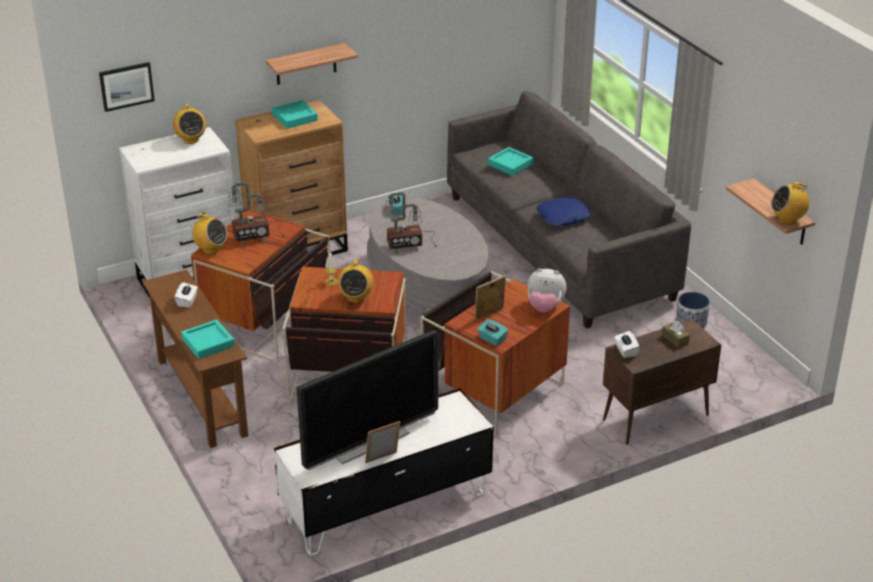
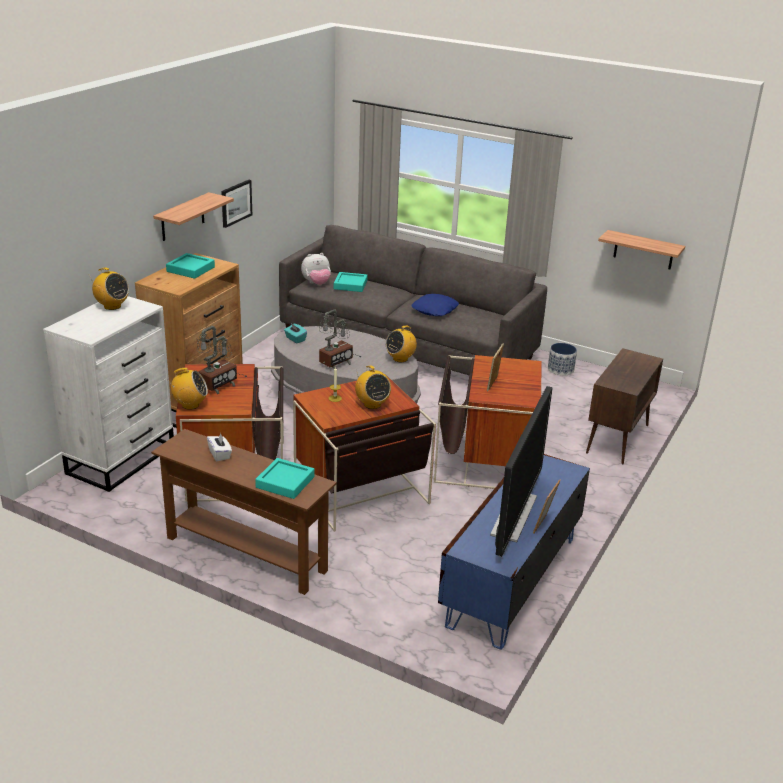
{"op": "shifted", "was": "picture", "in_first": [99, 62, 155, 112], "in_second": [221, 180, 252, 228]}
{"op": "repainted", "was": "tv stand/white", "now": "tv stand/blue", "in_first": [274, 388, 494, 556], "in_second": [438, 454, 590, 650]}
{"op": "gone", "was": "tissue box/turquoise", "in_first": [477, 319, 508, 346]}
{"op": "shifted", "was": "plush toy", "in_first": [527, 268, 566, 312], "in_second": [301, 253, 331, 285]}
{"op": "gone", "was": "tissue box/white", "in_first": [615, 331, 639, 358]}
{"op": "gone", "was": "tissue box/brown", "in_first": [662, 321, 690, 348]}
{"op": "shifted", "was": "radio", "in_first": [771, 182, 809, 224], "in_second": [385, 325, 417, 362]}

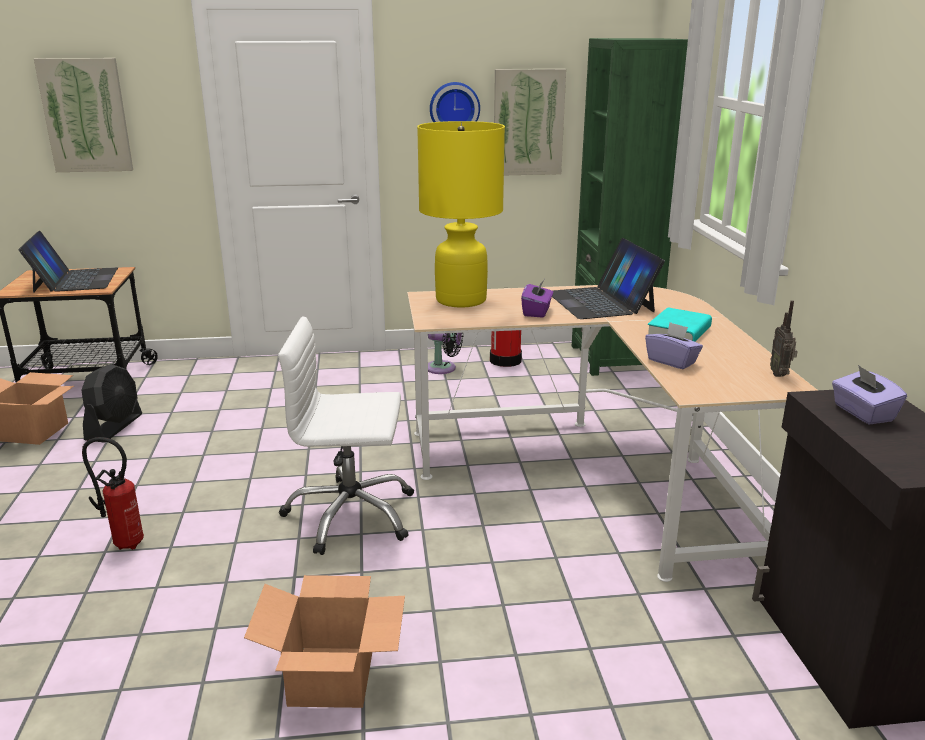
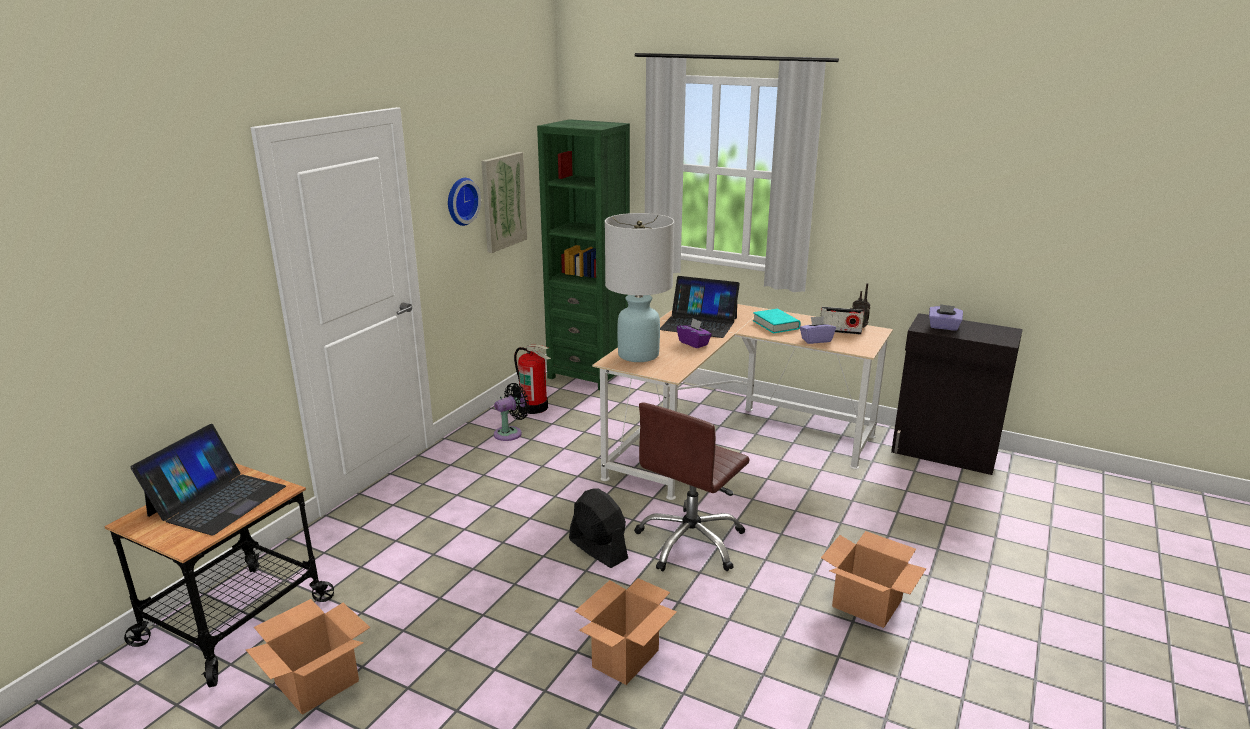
{"op": "rotated", "was": "laptop", "in_first": [18, 231, 118, 293], "in_second": [130, 424, 286, 536], "clockwise": 90}
{"op": "gone", "was": "picture", "in_first": [34, 58, 133, 172]}
{"op": "shifted", "was": "fan/black", "in_first": [81, 364, 142, 443], "in_second": [569, 489, 628, 568]}
{"op": "swapped", "was": "fire extinguisher", "now": "cardboard box", "in_first": [82, 437, 144, 550], "in_second": [575, 578, 677, 685]}
{"op": "repainted", "was": "office chair/white", "now": "office chair/brown", "in_first": [278, 317, 414, 555], "in_second": [635, 402, 750, 571]}
{"op": "repainted", "was": "table lamp/yellow", "now": "table lamp/white", "in_first": [417, 121, 505, 307], "in_second": [605, 213, 674, 362]}
{"op": "new", "now": "radio", "in_second": [820, 307, 864, 335]}

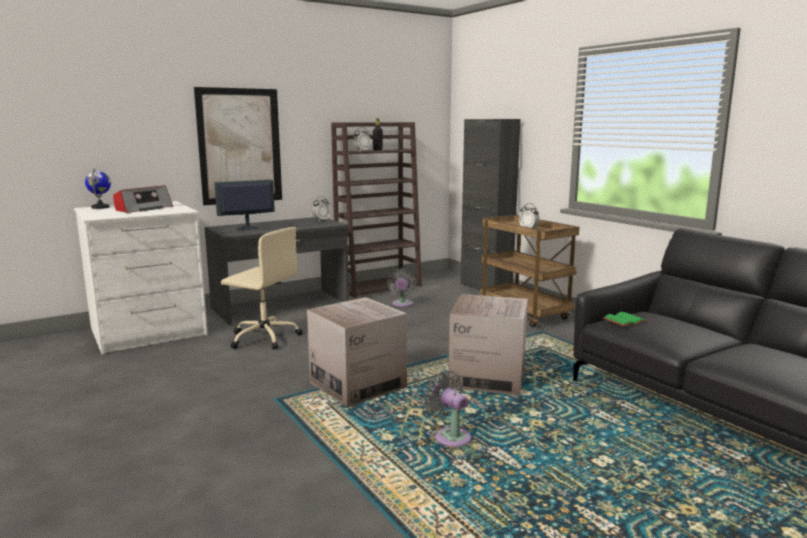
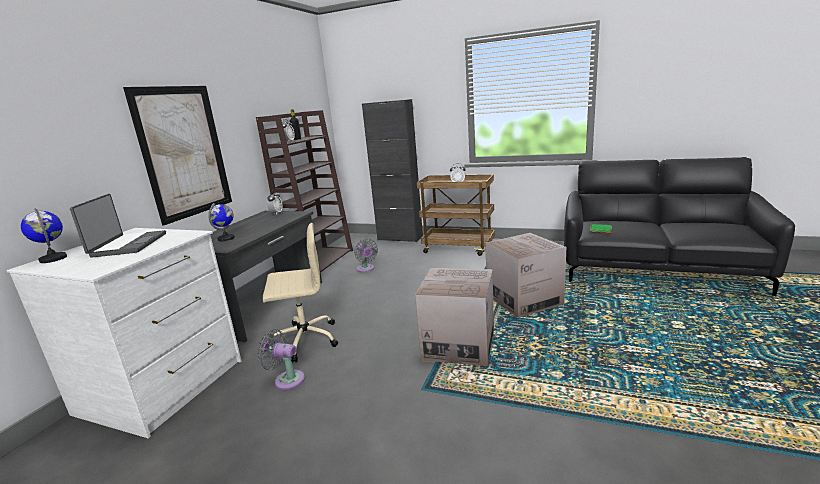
{"op": "swapped", "was": "radio", "now": "laptop", "in_first": [113, 185, 173, 213], "in_second": [70, 194, 166, 258]}
{"op": "swapped", "was": "monitor", "now": "globe", "in_first": [214, 180, 275, 230], "in_second": [208, 203, 235, 241]}
{"op": "shifted", "was": "fan/grey", "in_first": [423, 371, 471, 447], "in_second": [257, 329, 305, 390]}

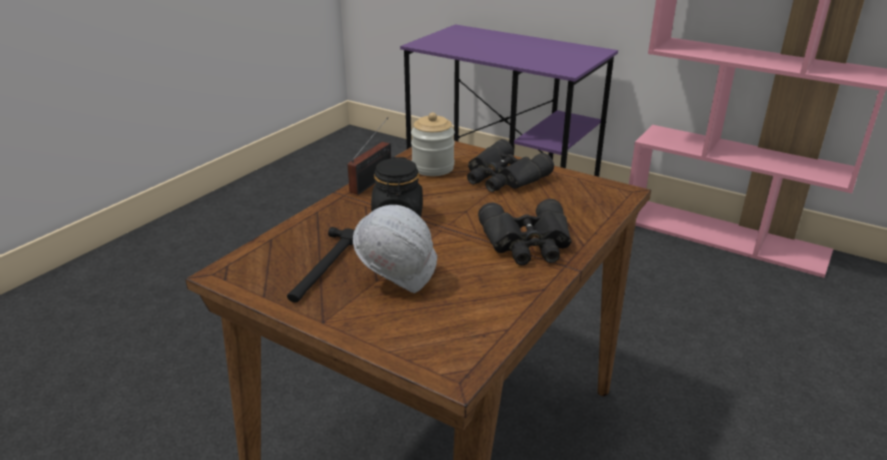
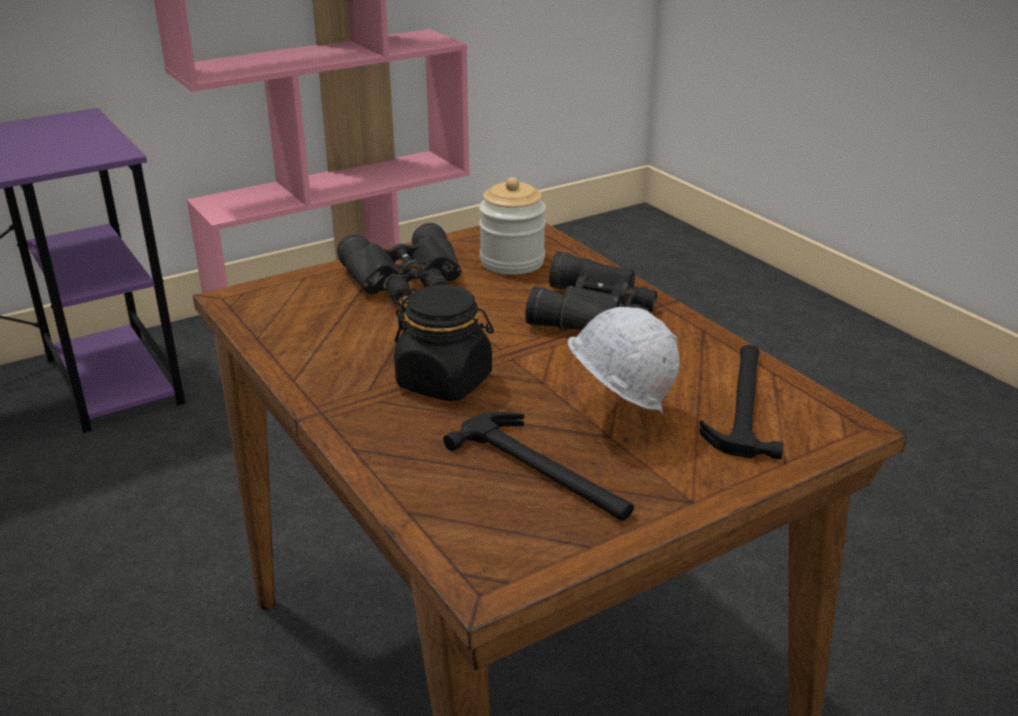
{"op": "gone", "was": "radio", "in_first": [348, 117, 391, 195]}
{"op": "shifted", "was": "jar", "in_first": [411, 113, 455, 176], "in_second": [479, 177, 546, 275]}
{"op": "new", "now": "hammer", "in_second": [699, 345, 783, 459]}

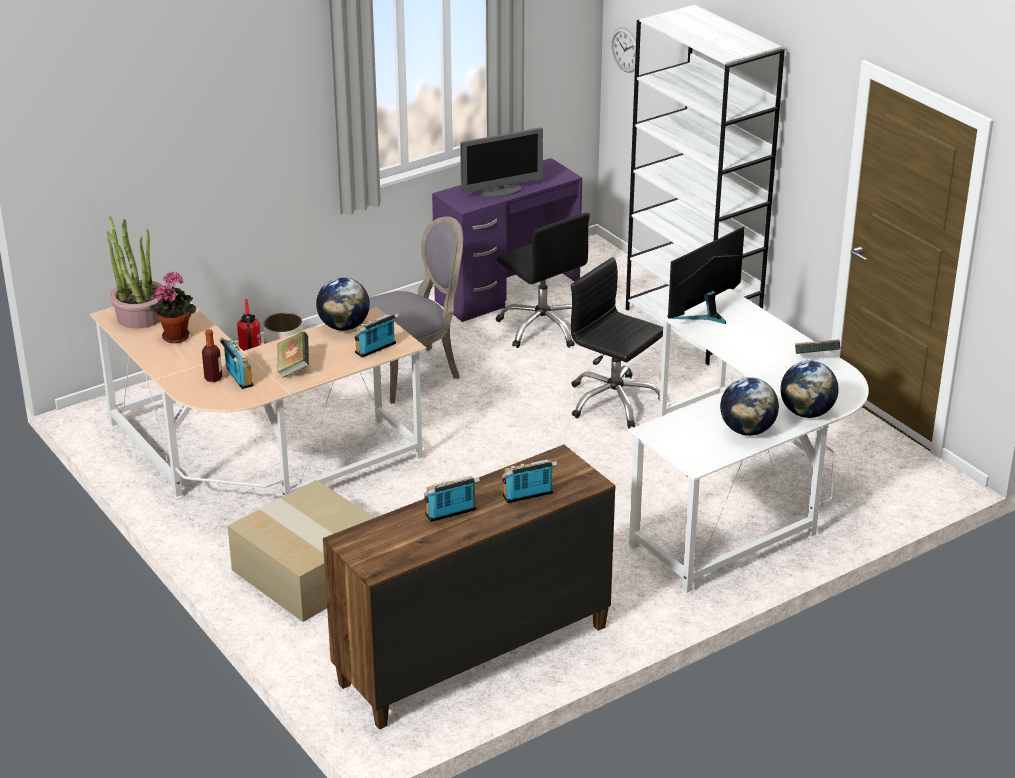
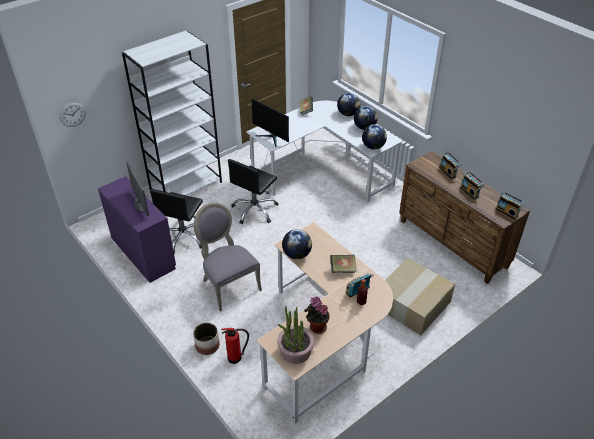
{"op": "shifted", "was": "radio", "in_first": [355, 313, 399, 358], "in_second": [496, 191, 525, 220]}
{"op": "rotated", "was": "office chair/black", "in_first": [496, 213, 590, 348], "in_second": [150, 189, 203, 253], "clockwise": 150}
{"op": "new", "now": "globe", "in_second": [362, 125, 387, 149]}

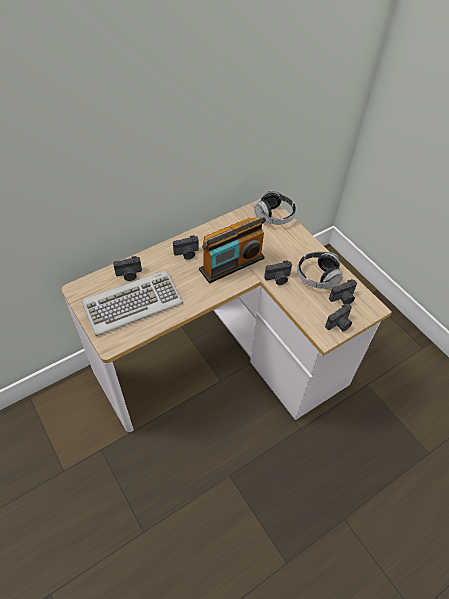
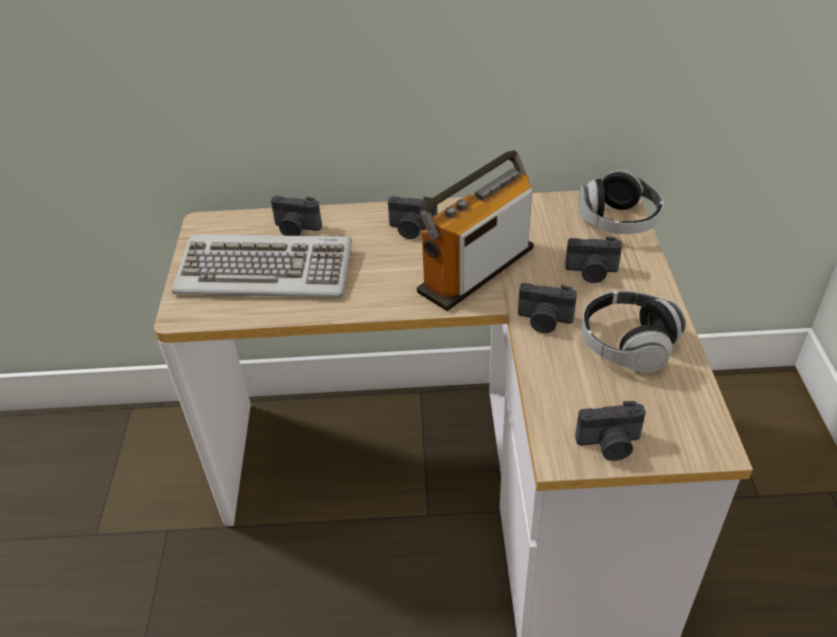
{"op": "rotated", "was": "radio", "in_first": [199, 217, 266, 283], "in_second": [417, 151, 534, 311], "clockwise": 135}
{"op": "shifted", "was": "photo camera", "in_first": [329, 279, 357, 304], "in_second": [565, 236, 622, 283]}

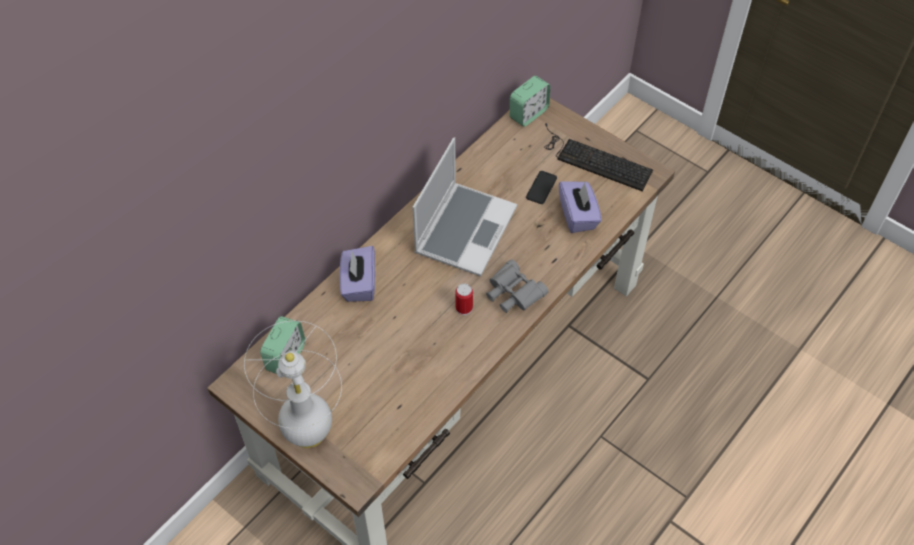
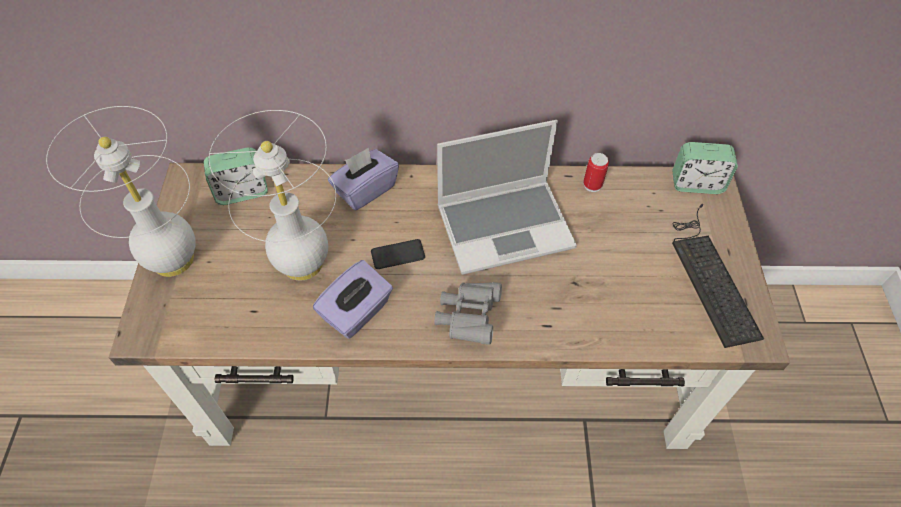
{"op": "shifted", "was": "can", "in_first": [455, 283, 473, 315], "in_second": [583, 153, 609, 192]}
{"op": "shifted", "was": "phone", "in_first": [526, 171, 557, 204], "in_second": [371, 239, 425, 269]}
{"op": "shifted", "was": "tissue box/purple", "in_first": [559, 182, 602, 233], "in_second": [313, 260, 393, 339]}
{"op": "new", "now": "table lamp/white", "in_second": [209, 110, 336, 281]}

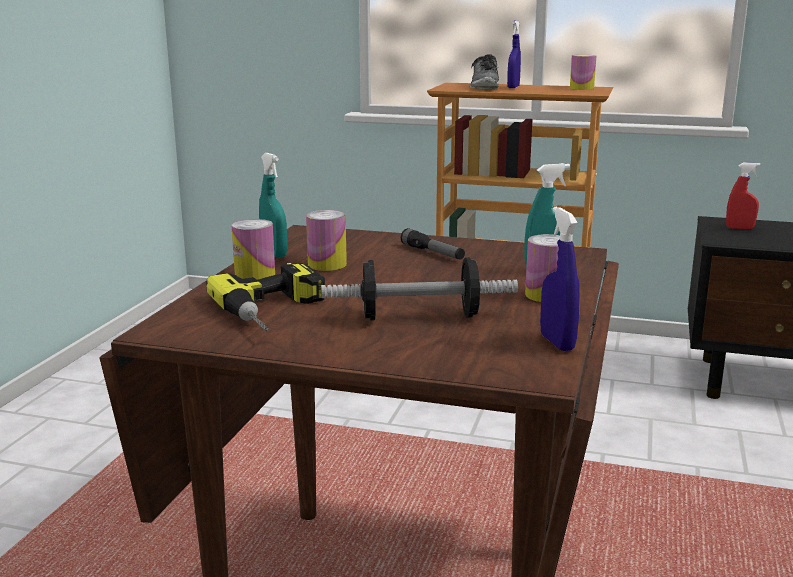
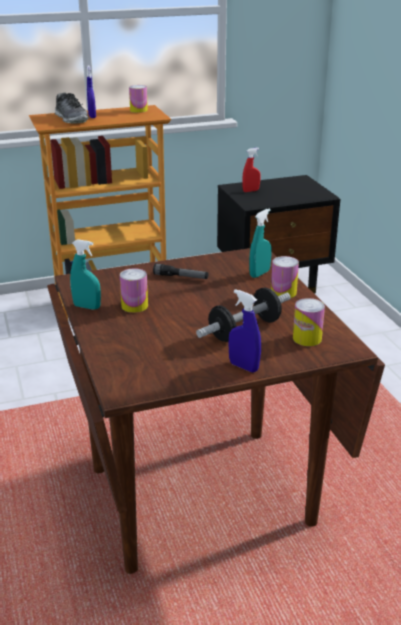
{"op": "gone", "was": "power drill", "in_first": [206, 263, 325, 332]}
{"op": "shifted", "was": "can", "in_first": [231, 219, 275, 280], "in_second": [293, 298, 325, 346]}
{"op": "shifted", "was": "spray bottle/blue", "in_first": [540, 207, 580, 351], "in_second": [228, 289, 261, 373]}

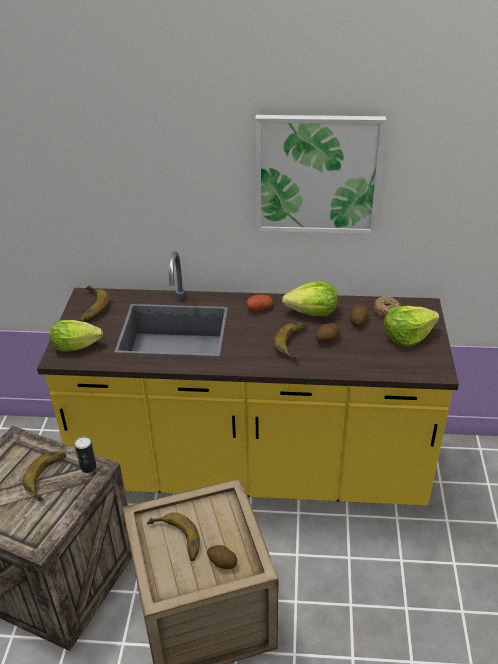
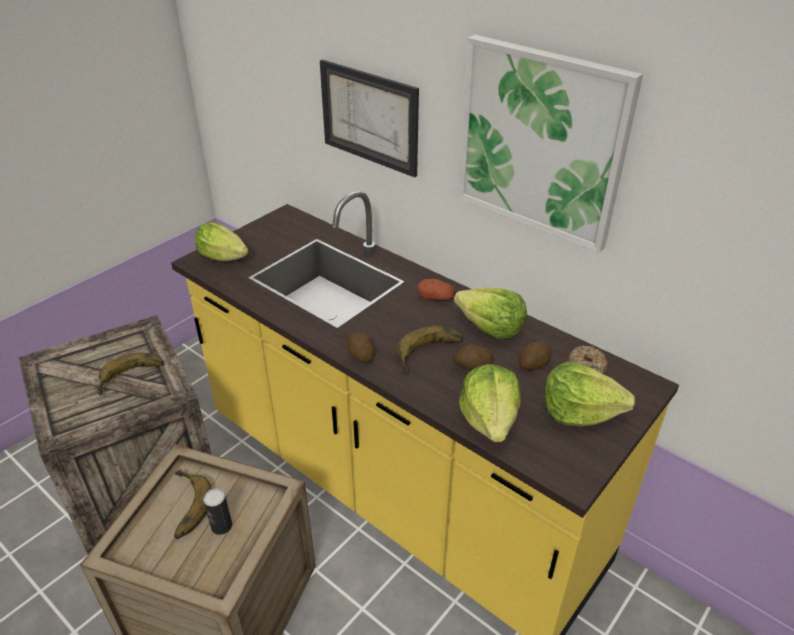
{"op": "shifted", "was": "can", "in_first": [75, 436, 96, 473], "in_second": [203, 488, 232, 535]}
{"op": "gone", "was": "banana", "in_first": [79, 285, 109, 322]}
{"op": "shifted", "was": "potato", "in_first": [207, 545, 237, 569], "in_second": [347, 332, 375, 363]}
{"op": "new", "now": "picture", "in_second": [320, 60, 419, 178]}
{"op": "new", "now": "lettuce", "in_second": [459, 364, 521, 442]}

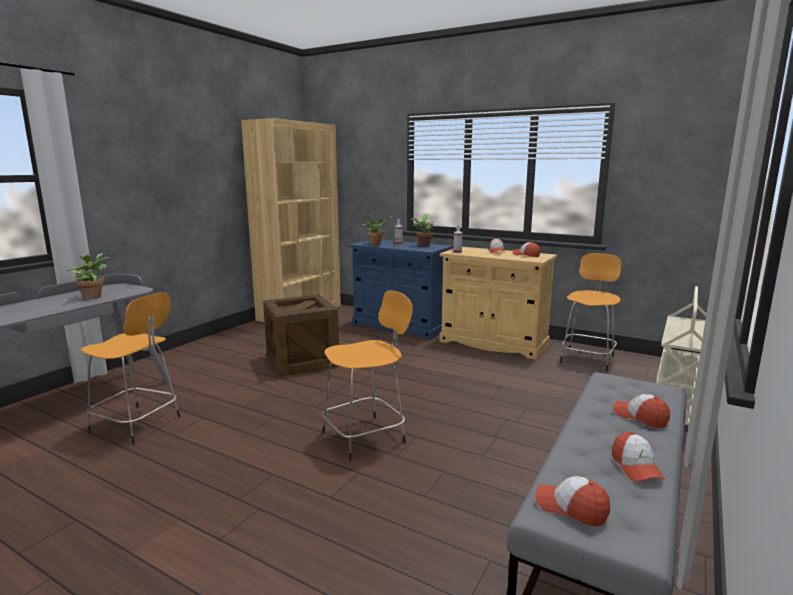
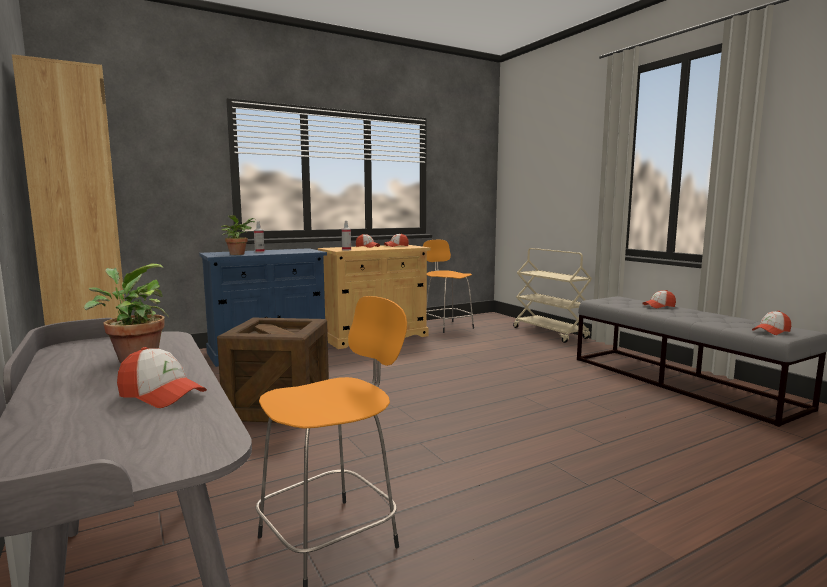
{"op": "gone", "was": "stool/orange", "in_first": [322, 290, 413, 461]}
{"op": "gone", "was": "potted plant", "in_first": [410, 214, 437, 246]}
{"op": "shifted", "was": "cap", "in_first": [612, 432, 665, 481], "in_second": [117, 347, 207, 408]}

